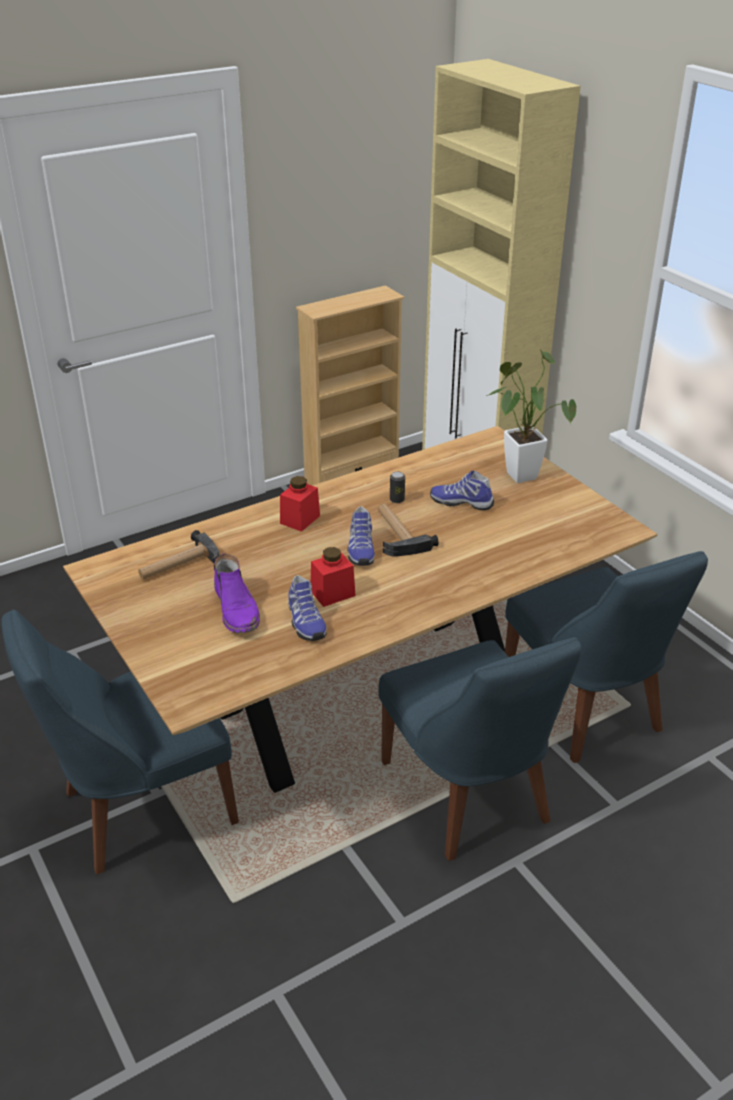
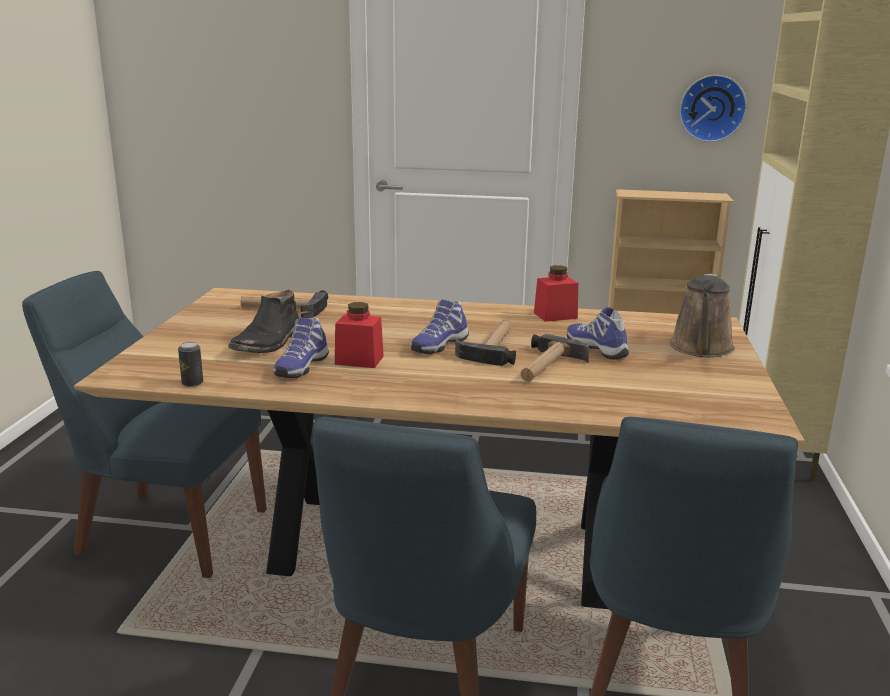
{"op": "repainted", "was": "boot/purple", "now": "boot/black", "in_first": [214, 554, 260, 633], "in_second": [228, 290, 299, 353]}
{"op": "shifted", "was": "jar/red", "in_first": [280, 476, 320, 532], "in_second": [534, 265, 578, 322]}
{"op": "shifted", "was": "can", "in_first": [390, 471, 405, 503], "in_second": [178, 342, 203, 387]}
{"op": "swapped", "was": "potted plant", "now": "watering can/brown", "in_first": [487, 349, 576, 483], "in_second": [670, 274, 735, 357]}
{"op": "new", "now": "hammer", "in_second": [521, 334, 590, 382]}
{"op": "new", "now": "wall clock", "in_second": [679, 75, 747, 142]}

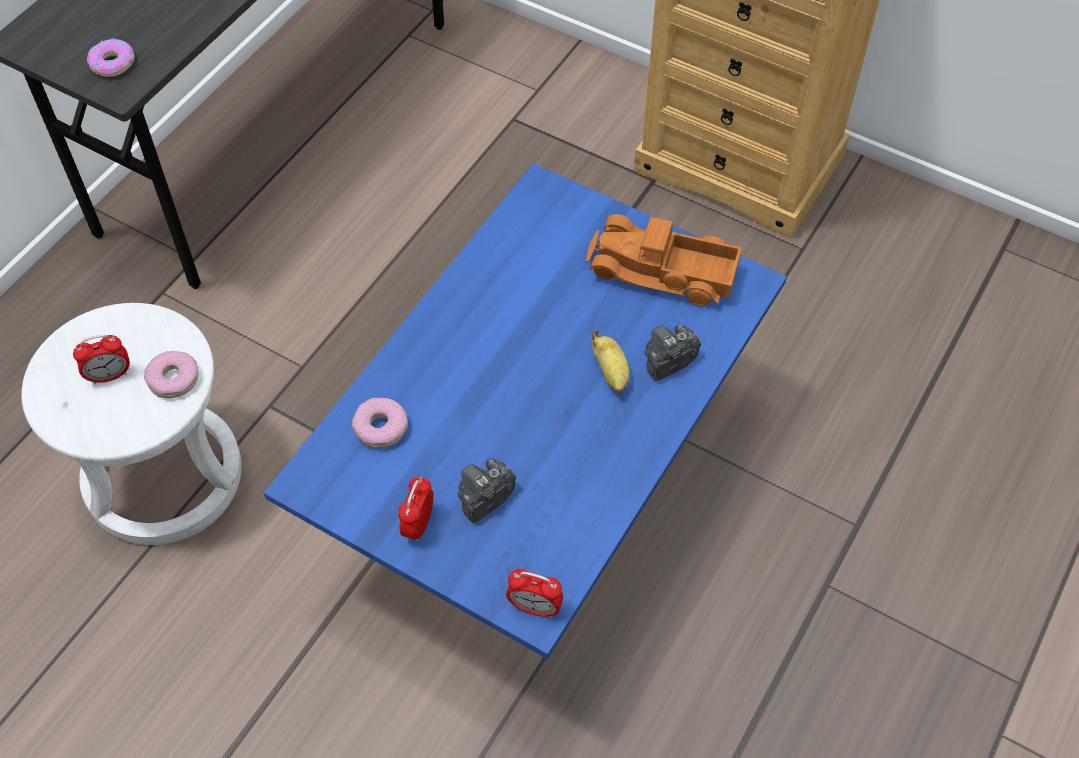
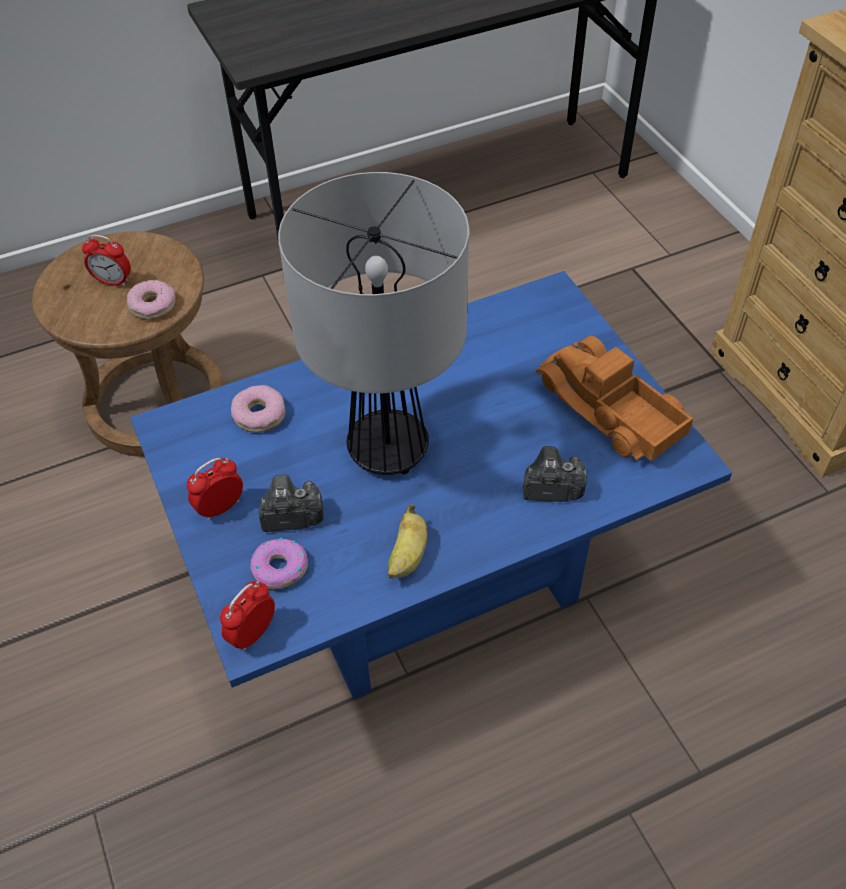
{"op": "repainted", "was": "stool/white", "now": "stool/brown", "in_first": [21, 303, 242, 545], "in_second": [32, 231, 224, 457]}
{"op": "shifted", "was": "donut", "in_first": [87, 38, 134, 77], "in_second": [250, 537, 308, 589]}
{"op": "rotated", "was": "alarm clock", "in_first": [506, 569, 563, 618], "in_second": [220, 581, 275, 651], "clockwise": 75}
{"op": "shifted", "was": "banana", "in_first": [592, 330, 630, 393], "in_second": [387, 504, 427, 579]}
{"op": "new", "now": "table lamp", "in_second": [278, 172, 469, 475]}

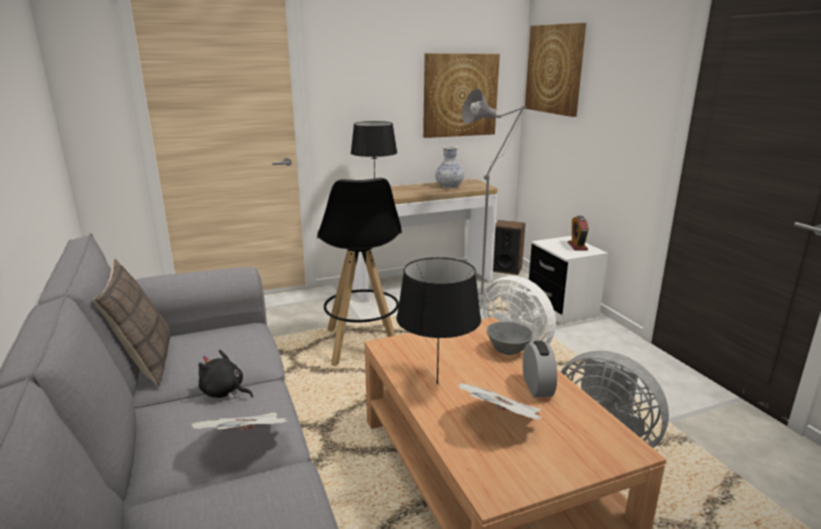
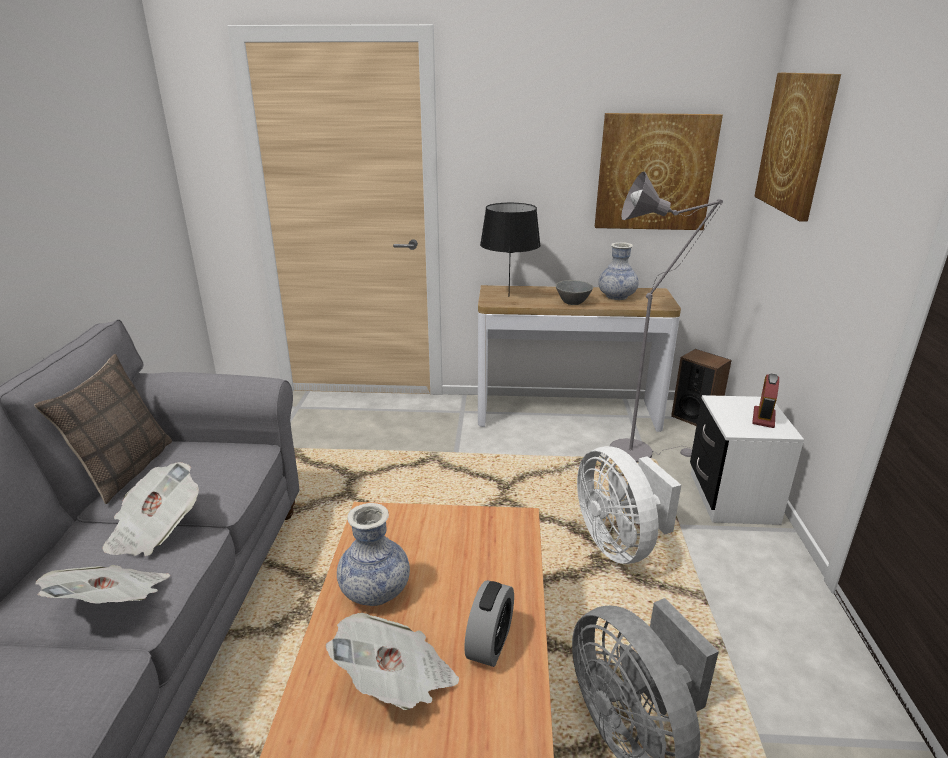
{"op": "swapped", "was": "plush toy/black", "now": "newspaper", "in_first": [199, 350, 253, 399], "in_second": [102, 462, 199, 556]}
{"op": "gone", "was": "stool/black", "in_first": [317, 178, 402, 367]}
{"op": "swapped", "was": "table lamp/black", "now": "vase", "in_first": [396, 257, 481, 384], "in_second": [337, 503, 410, 606]}
{"op": "shifted", "was": "bowl/grey", "in_first": [487, 321, 533, 355], "in_second": [556, 280, 593, 305]}

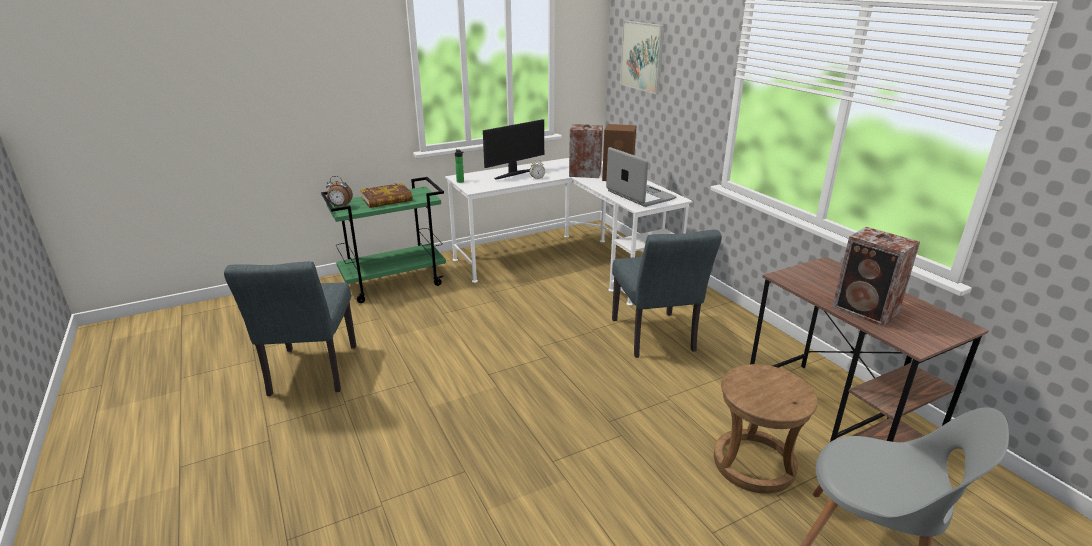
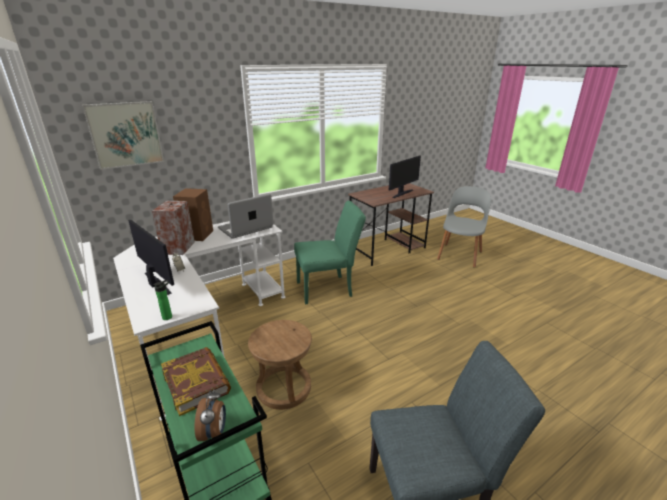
{"op": "repainted", "was": "chair/grey", "now": "chair/green", "in_first": [612, 230, 722, 358], "in_second": [294, 201, 366, 305]}
{"op": "shifted", "was": "stool/brown", "in_first": [714, 364, 818, 494], "in_second": [248, 320, 312, 410]}
{"op": "swapped", "was": "speaker", "now": "monitor", "in_first": [832, 227, 920, 327], "in_second": [389, 155, 421, 198]}

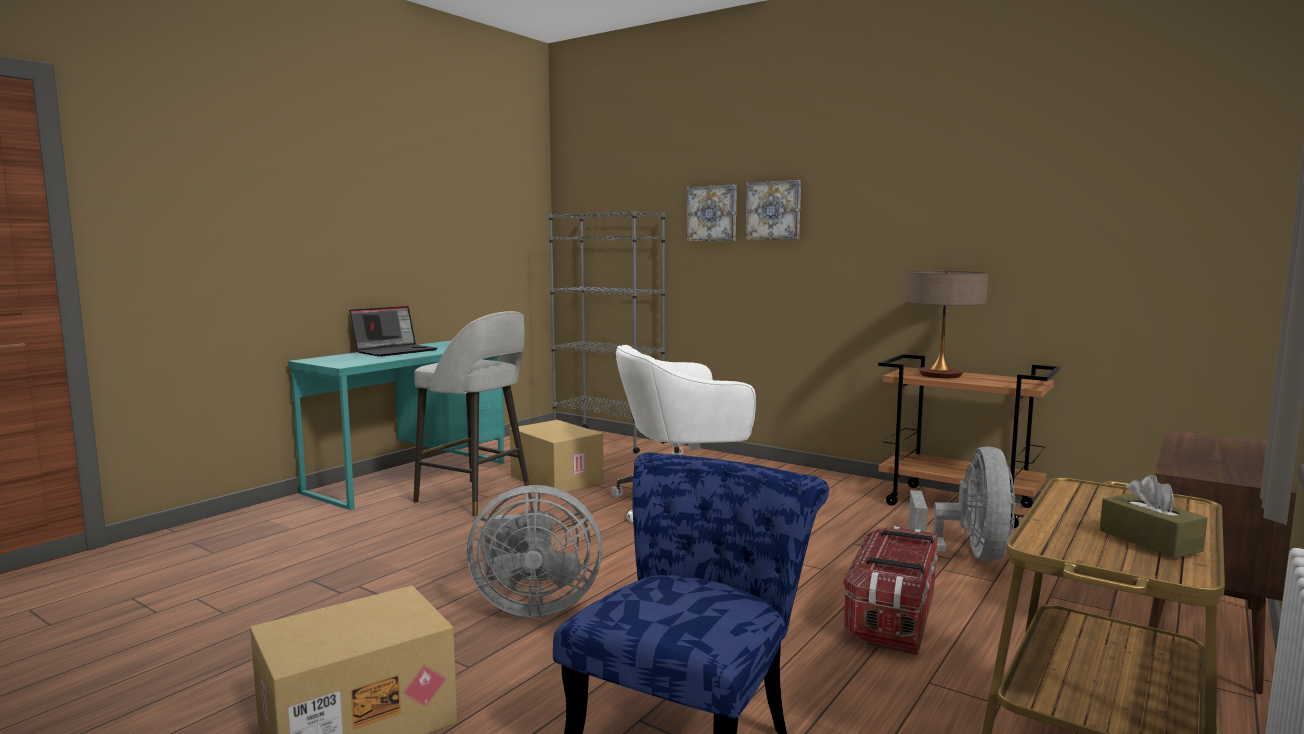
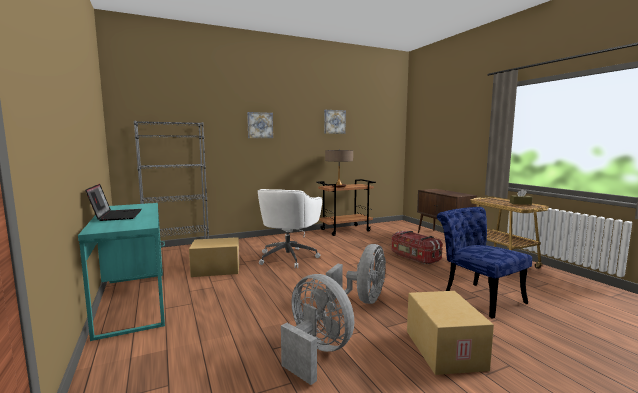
{"op": "gone", "was": "stool/grey", "in_first": [413, 311, 530, 517]}
{"op": "shifted", "was": "picture", "in_first": [686, 185, 737, 241], "in_second": [324, 110, 346, 134]}
{"op": "shifted", "was": "fan/grey", "in_first": [908, 447, 1016, 562], "in_second": [281, 274, 354, 385]}

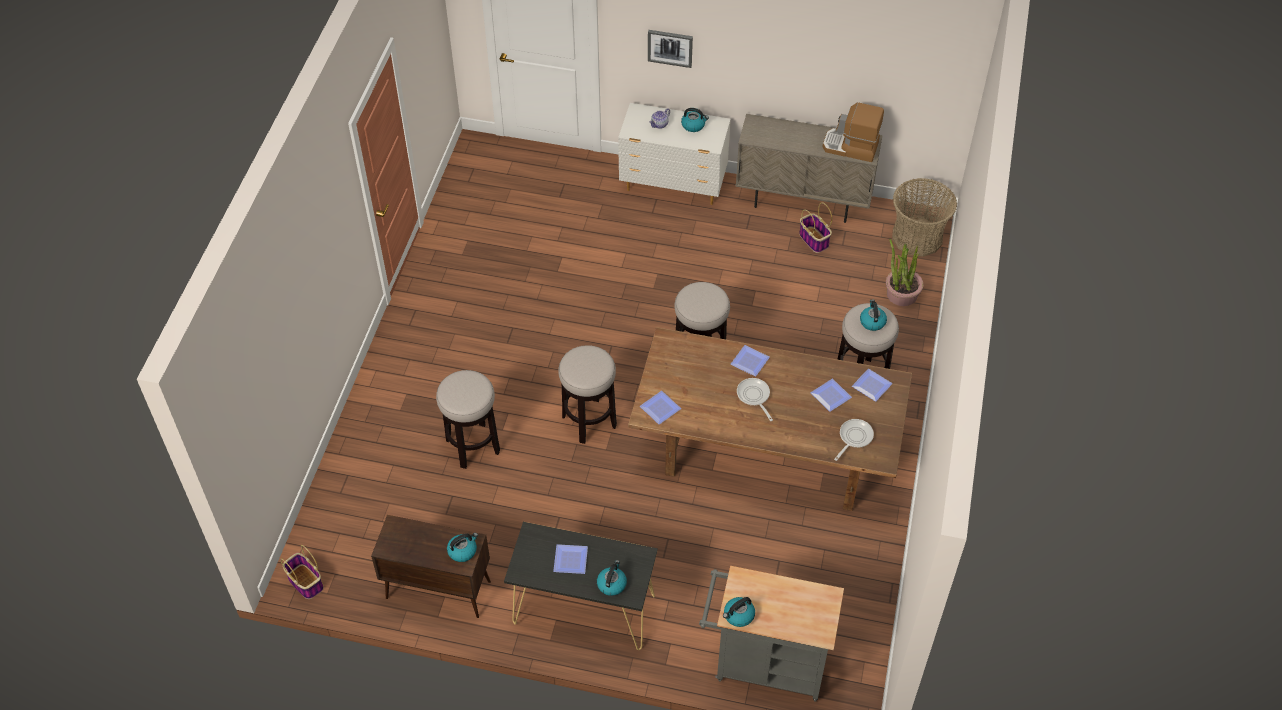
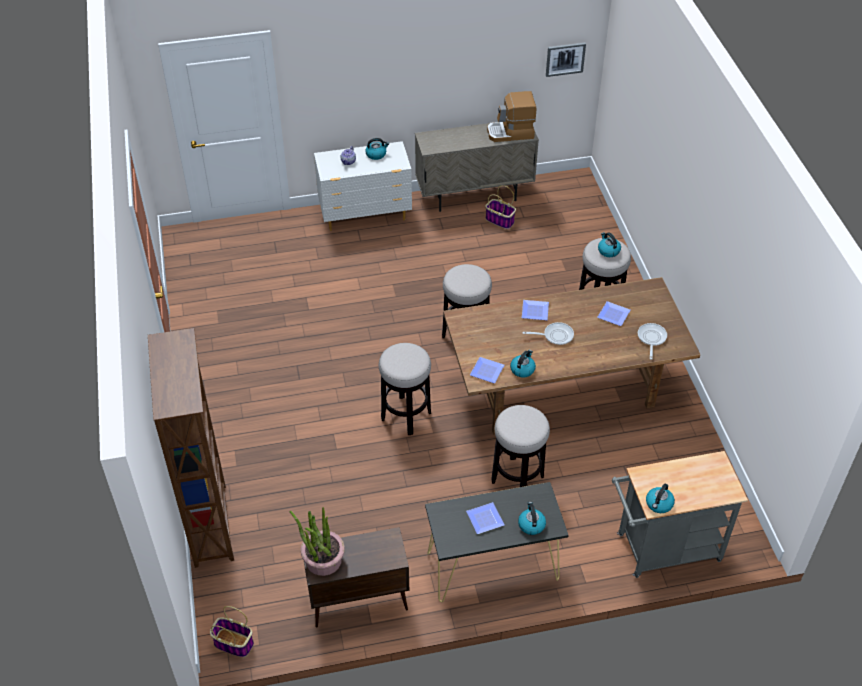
{"op": "shifted", "was": "stool", "in_first": [436, 370, 500, 469], "in_second": [491, 405, 550, 487]}
{"op": "shifted", "was": "kettle", "in_first": [447, 533, 478, 562], "in_second": [510, 350, 536, 378]}
{"op": "shifted", "was": "picture", "in_first": [648, 30, 693, 68], "in_second": [546, 43, 586, 77]}
{"op": "rotated", "was": "frying pan", "in_first": [737, 378, 773, 421], "in_second": [523, 322, 574, 345], "clockwise": 135}
{"op": "gone", "was": "plate", "in_first": [852, 369, 893, 402]}
{"op": "shifted", "was": "potted plant", "in_first": [886, 239, 924, 306], "in_second": [290, 507, 345, 576]}
{"op": "gone", "was": "basket", "in_first": [892, 178, 957, 257]}
{"op": "new", "now": "bookcase/brown", "in_second": [148, 328, 234, 568]}

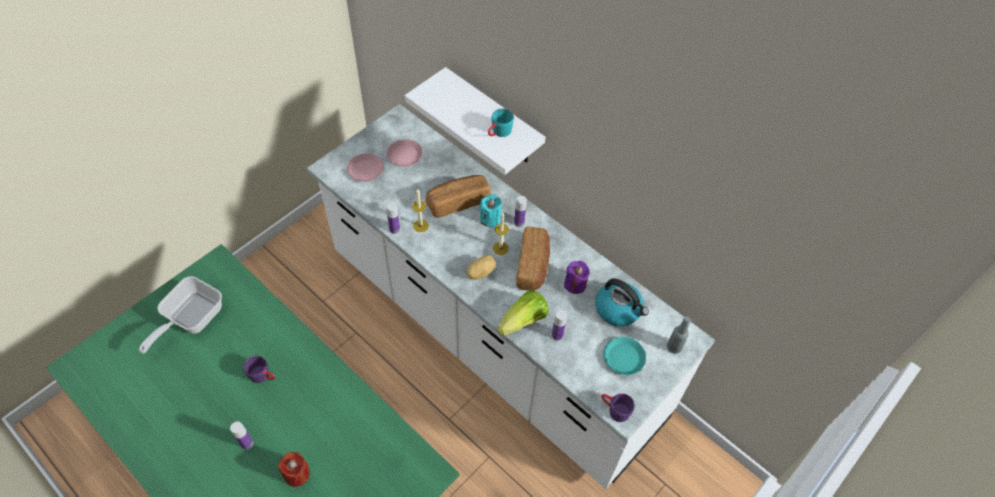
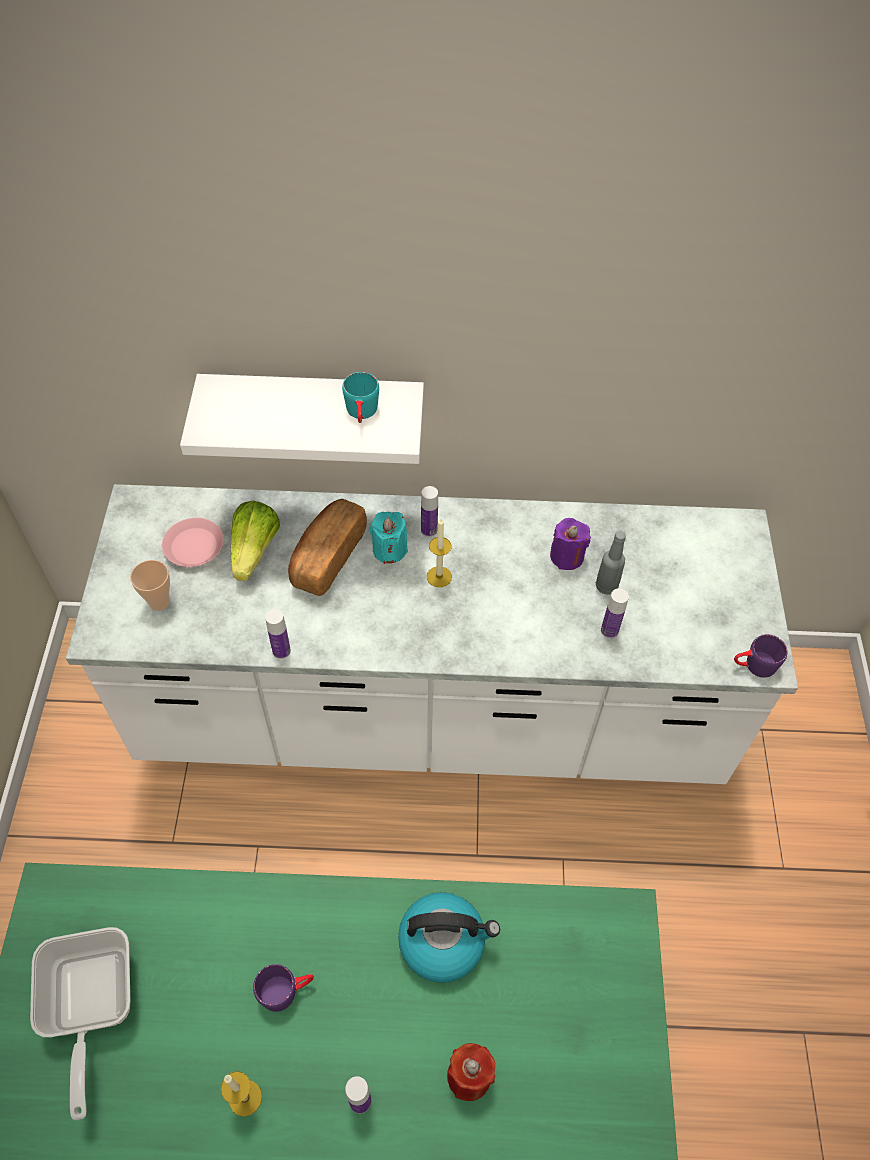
{"op": "swapped", "was": "plate/pink", "now": "cup", "in_first": [347, 153, 384, 182], "in_second": [130, 560, 170, 611]}
{"op": "shifted", "was": "candle", "in_first": [412, 189, 429, 232], "in_second": [221, 1071, 262, 1117]}
{"op": "gone", "was": "potato", "in_first": [467, 255, 495, 280]}
{"op": "shifted", "was": "lettuce", "in_first": [497, 290, 548, 336], "in_second": [231, 501, 280, 581]}
{"op": "gone", "was": "bread", "in_first": [516, 226, 550, 291]}
{"op": "shifted", "was": "kettle", "in_first": [596, 278, 649, 326], "in_second": [398, 892, 500, 983]}
{"op": "gone", "was": "plate/turquoise", "in_first": [603, 337, 646, 375]}
{"op": "shifted", "was": "bottle/grey", "in_first": [667, 316, 691, 354], "in_second": [596, 531, 626, 595]}

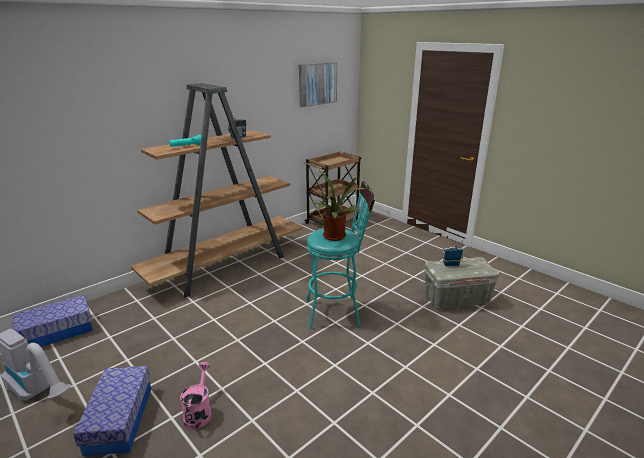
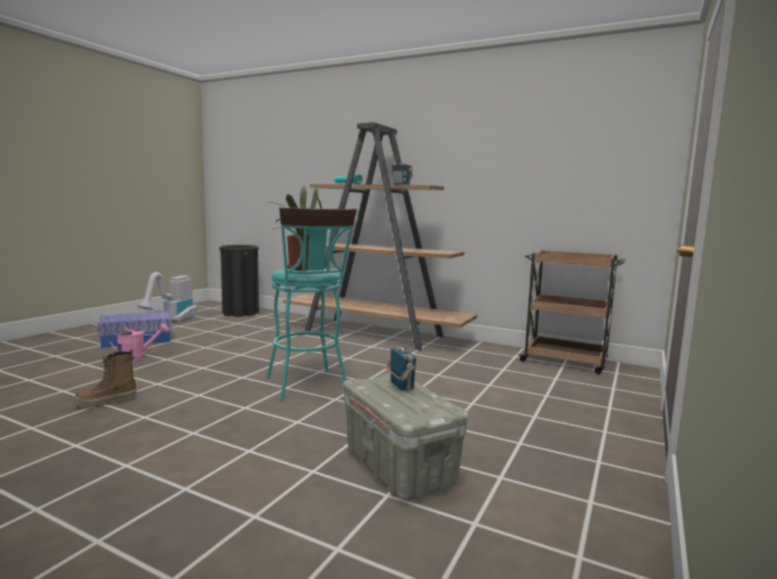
{"op": "swapped", "was": "storage box", "now": "trash can/black", "in_first": [13, 295, 93, 347], "in_second": [219, 245, 259, 317]}
{"op": "gone", "was": "picture", "in_first": [299, 62, 337, 107]}
{"op": "new", "now": "boot", "in_second": [75, 349, 137, 408]}

